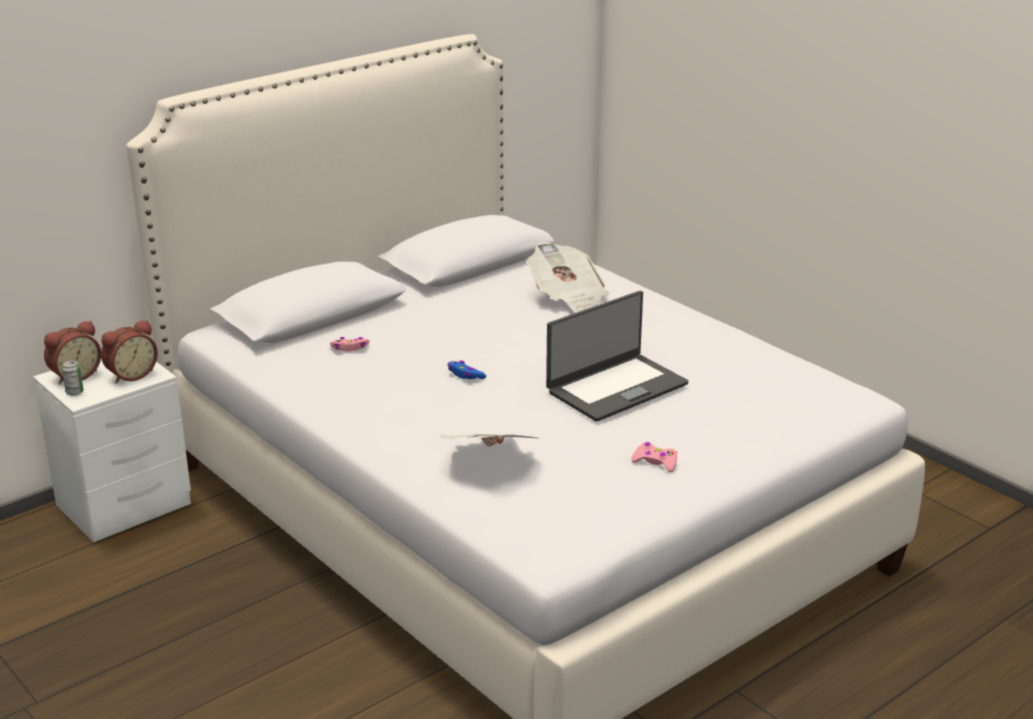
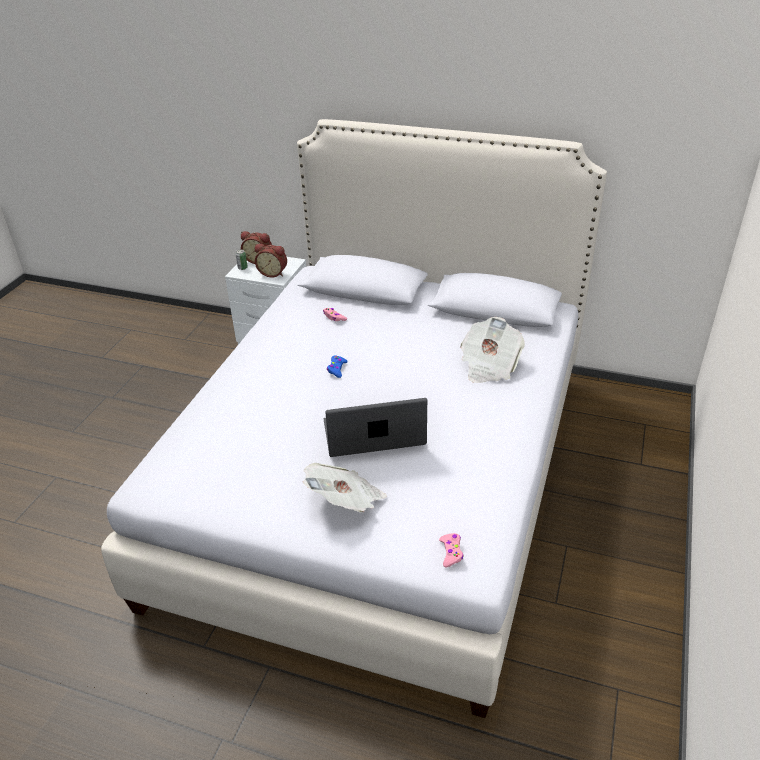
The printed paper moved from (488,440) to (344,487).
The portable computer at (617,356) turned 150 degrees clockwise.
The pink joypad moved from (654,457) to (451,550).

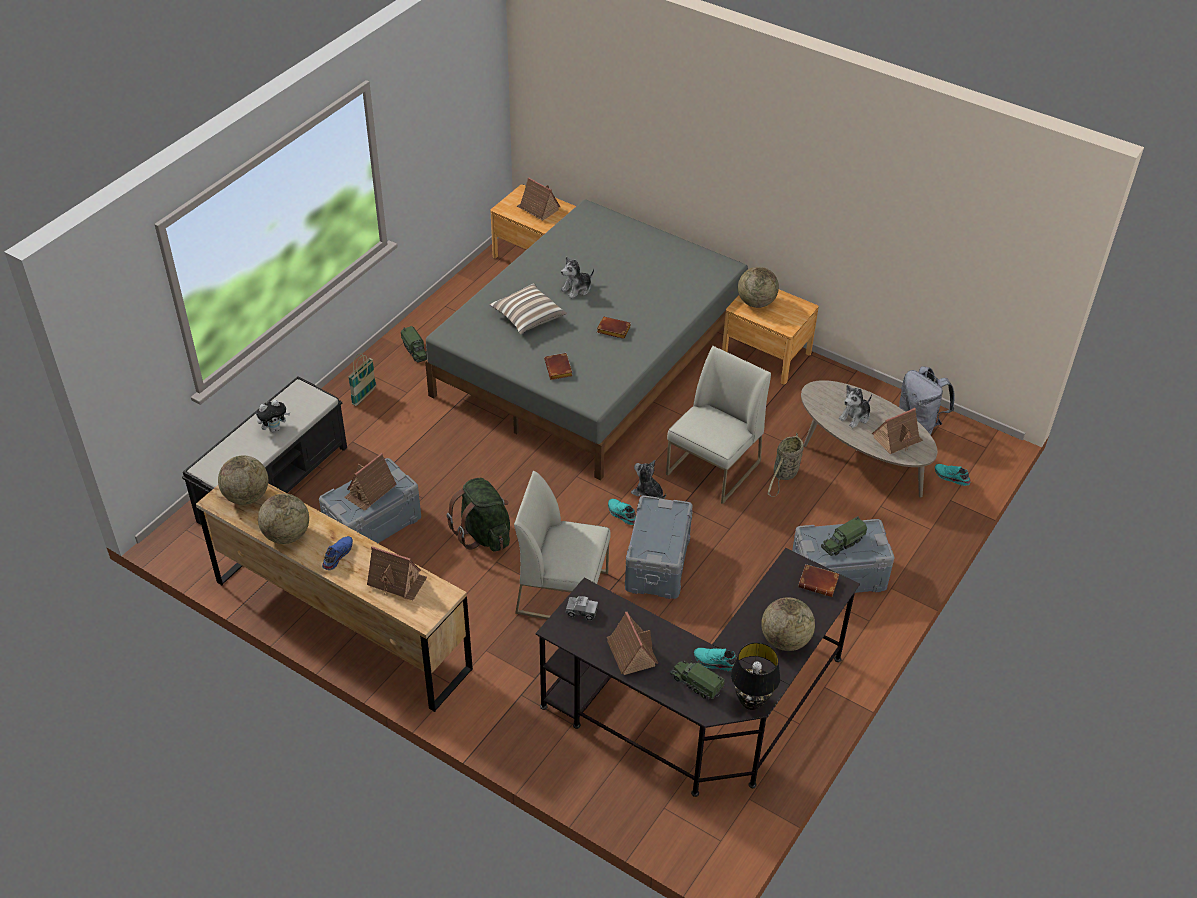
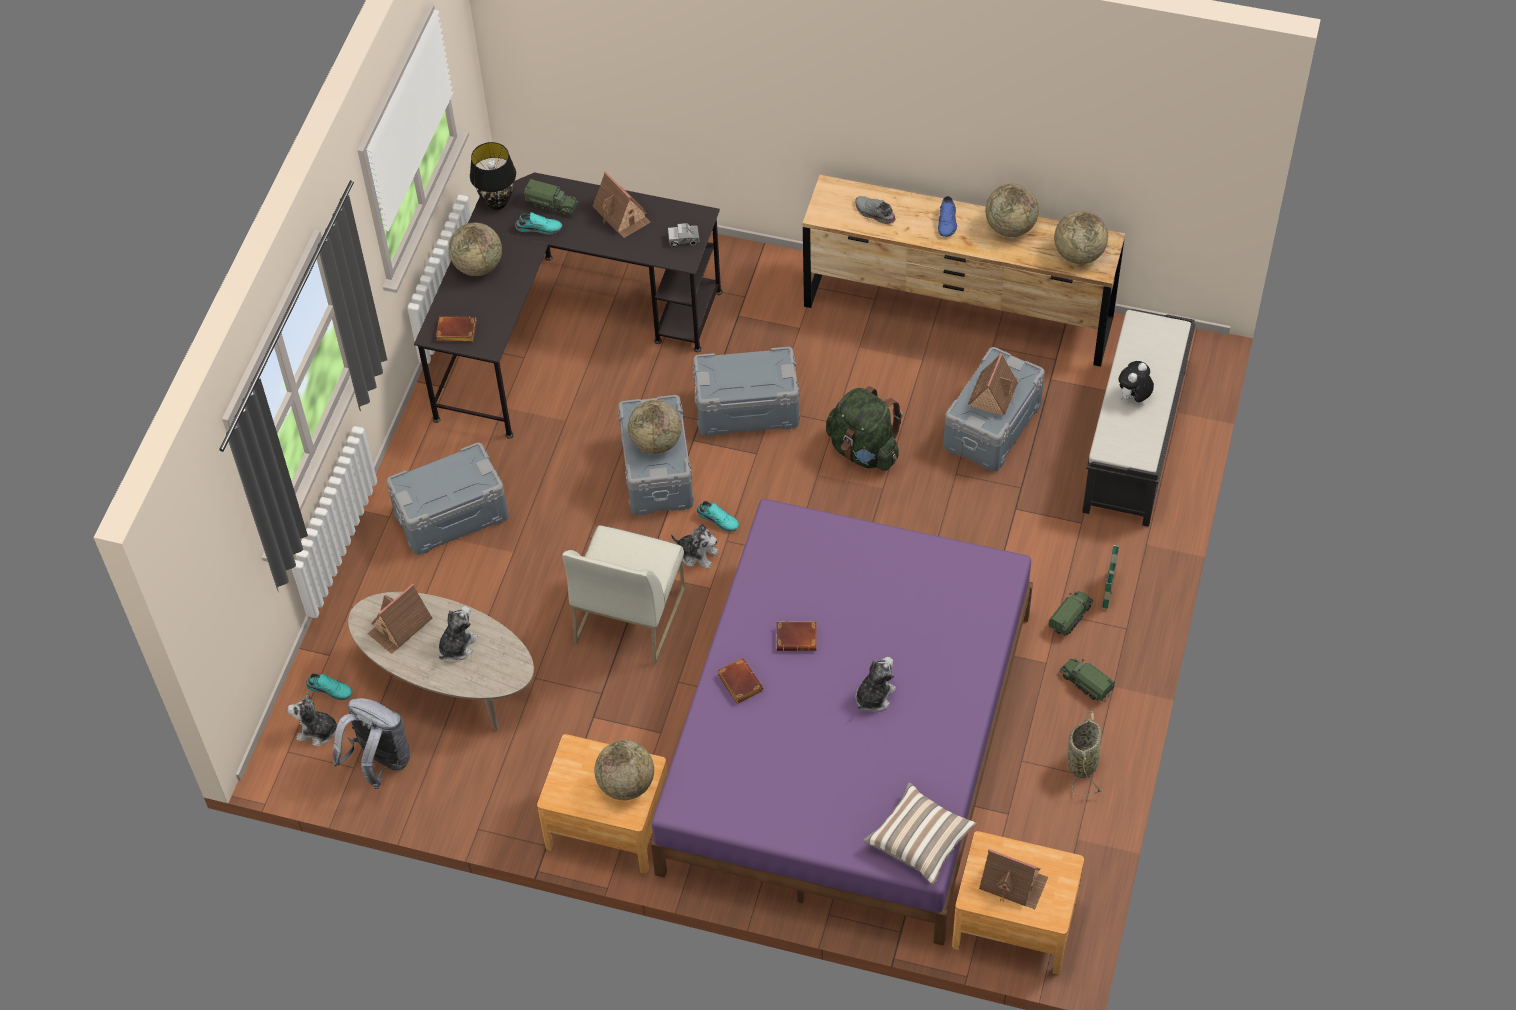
The cuddly toy at (312,718) appeared.
The desk globe at (655,427) appeared.
The gray bedroom bed at (586,340) became the purple-coloured bedroom bed at (842,722).
The whitish chair at (562,545) was replaced by the gray storage bin at (746,392).
The brownish volume moved from (558,366) to (740,681).
The model house at (397,573) was replaced by the gray low shoe at (875,210).
The cushion moved from (528,309) to (920,834).
The toy truck moved from (844,536) to (1070,613).
The household basket moved from (785,465) to (1085,753).

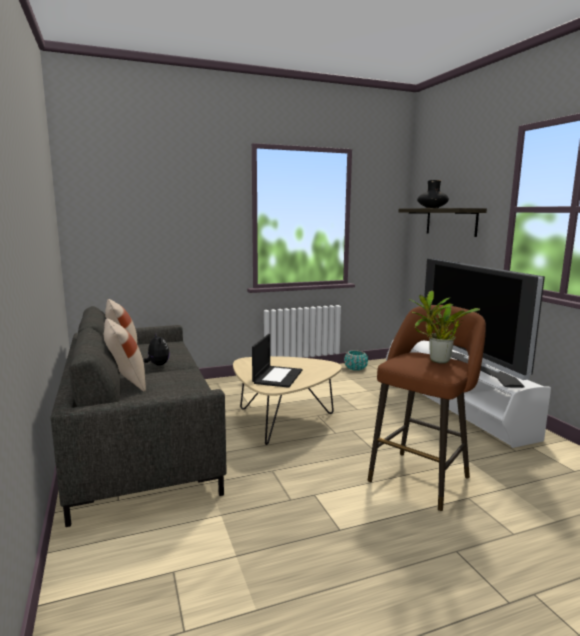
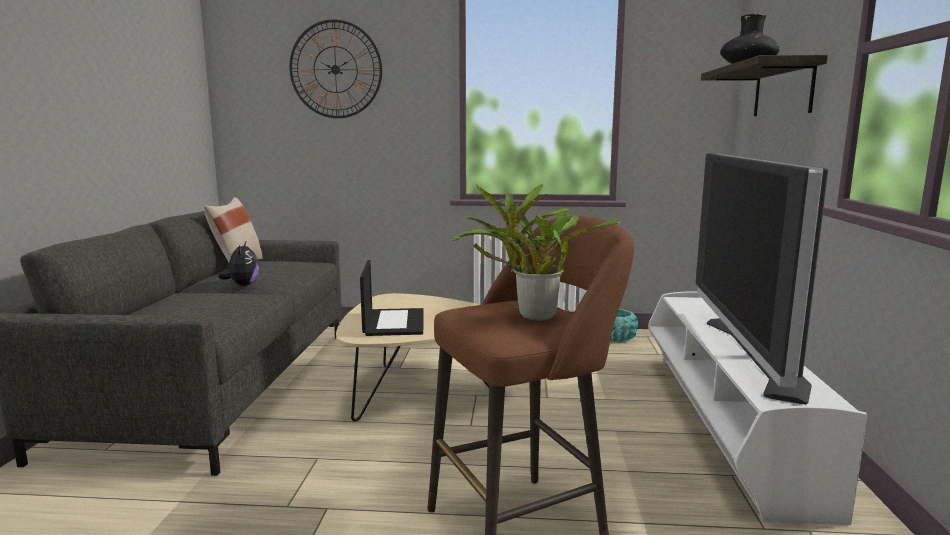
The hanging clock at (335,68) appeared.
The portable computer at (277,361) turned 45 degrees counterclockwise.
The beige cushion at (125,355) disappeared.

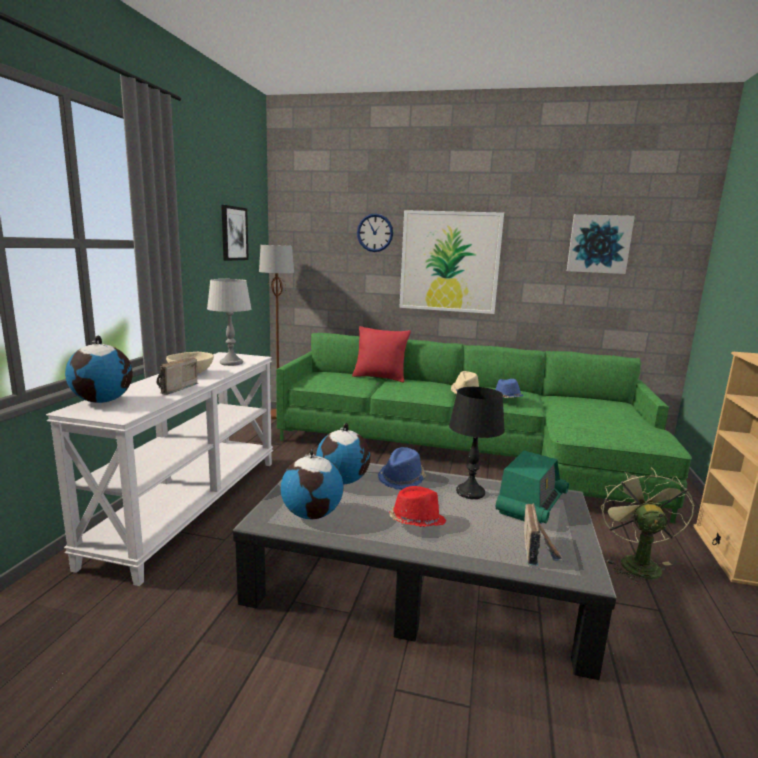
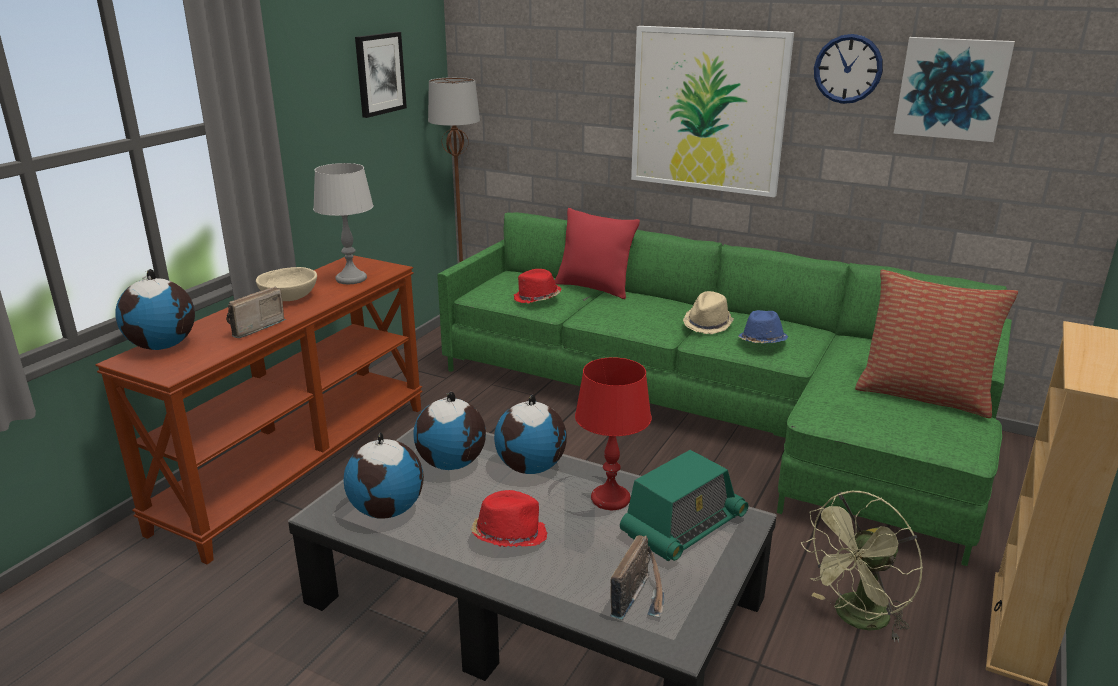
The whitish narrow table at (159,469) became the brownish narrow table at (259,410).
The blue clothing hat at (402,468) was replaced by the desk globe at (530,434).
The red-coloured clothing hat at (538,286) appeared.
The blackish tabletop lamp at (477,443) became the red-coloured tabletop lamp at (613,433).
The green-coloured fan at (648,526) turned 150 degrees counterclockwise.
The hanging clock moved from (375,232) to (848,69).
The cushion at (936,343) appeared.

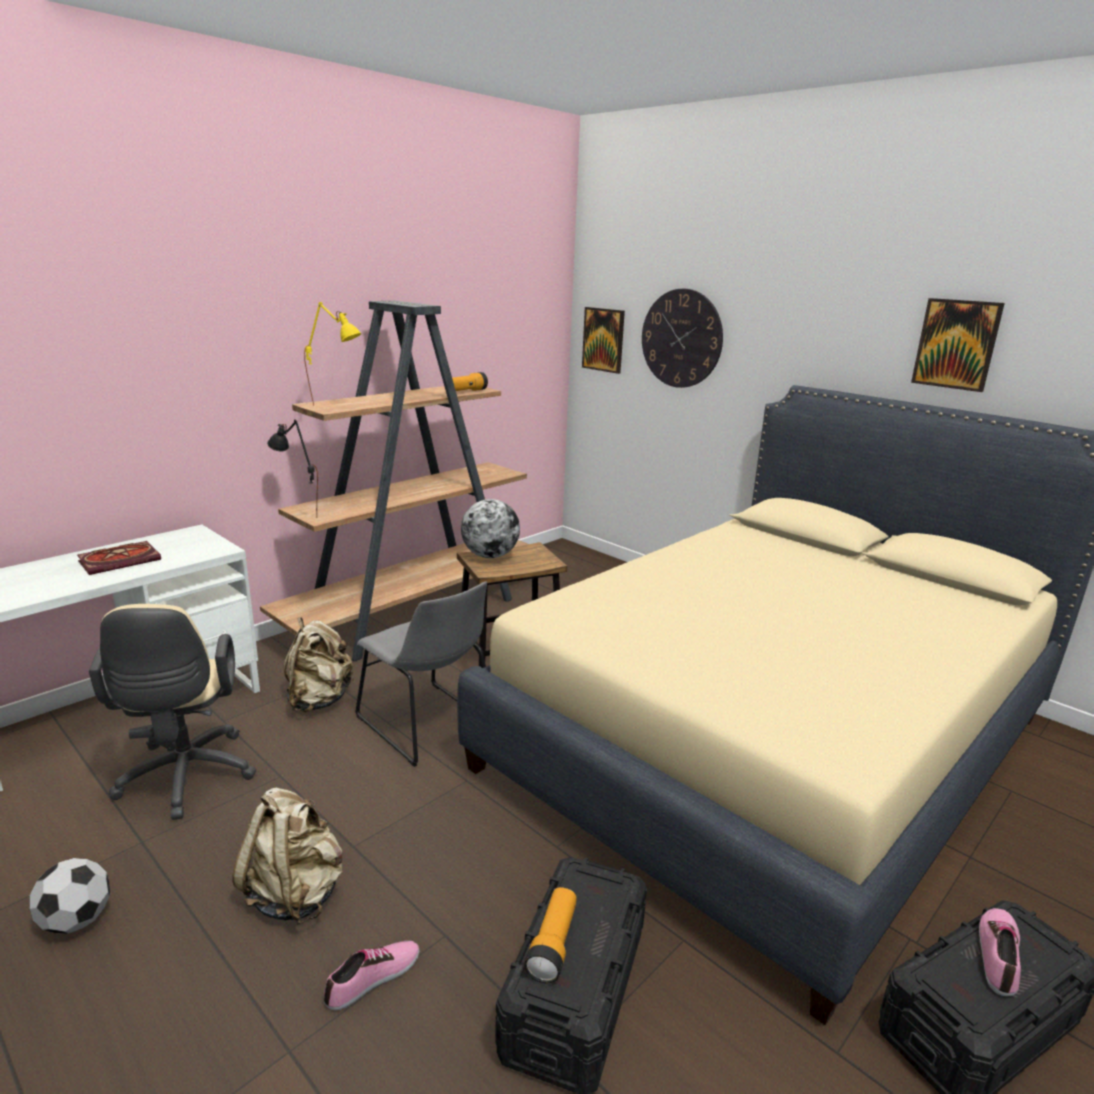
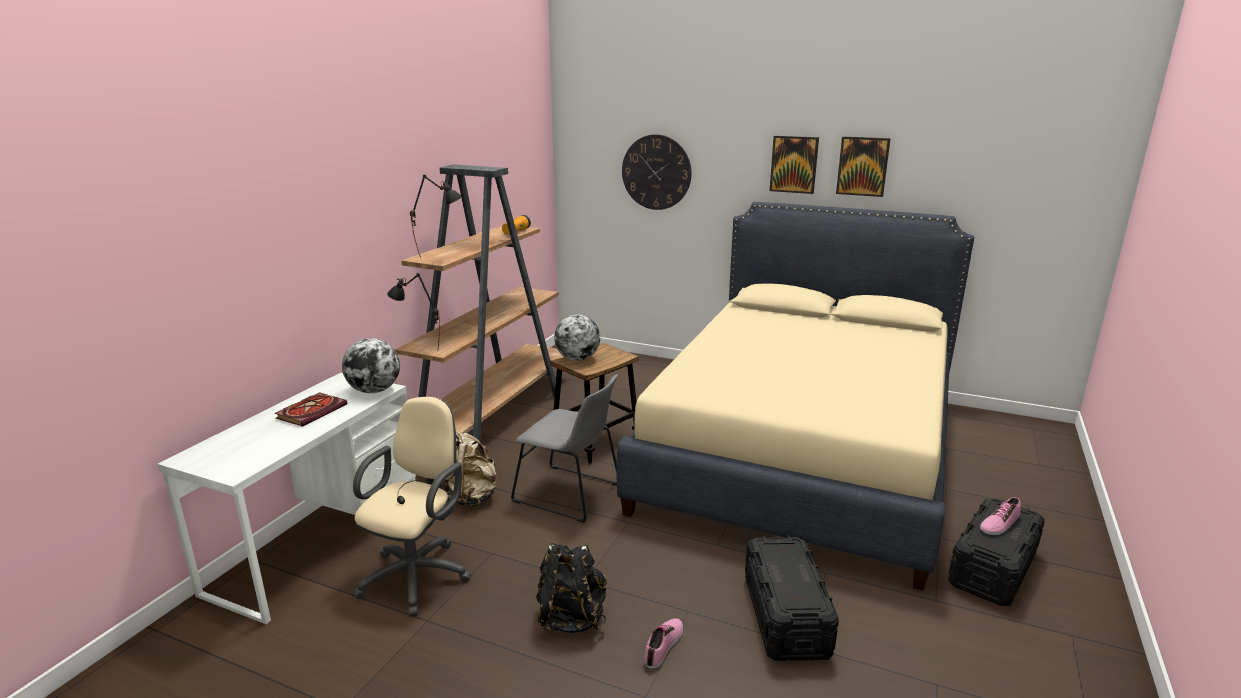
The desk globe at (371,365) appeared.
The beige computer chair at (172,712) turned 120 degrees counterclockwise.
The yellow tabletop lamp at (333,354) became the blackish tabletop lamp at (436,216).
The beige knapsack at (287,855) became the blackish knapsack at (571,588).
The wall art moved from (603,340) to (794,165).
The low shoe at (1000,952) turned 135 degrees counterclockwise.
The ball for football at (69,896) disappeared.
The torch at (550,935) disappeared.

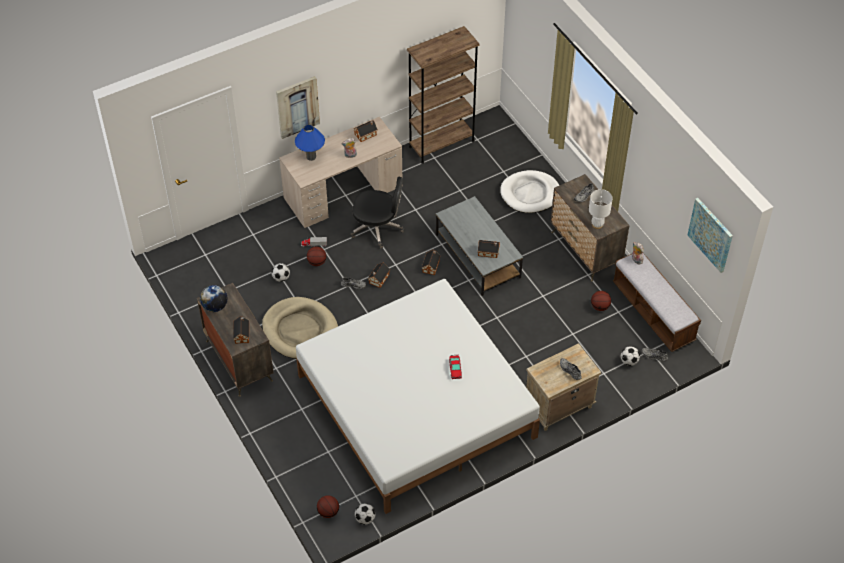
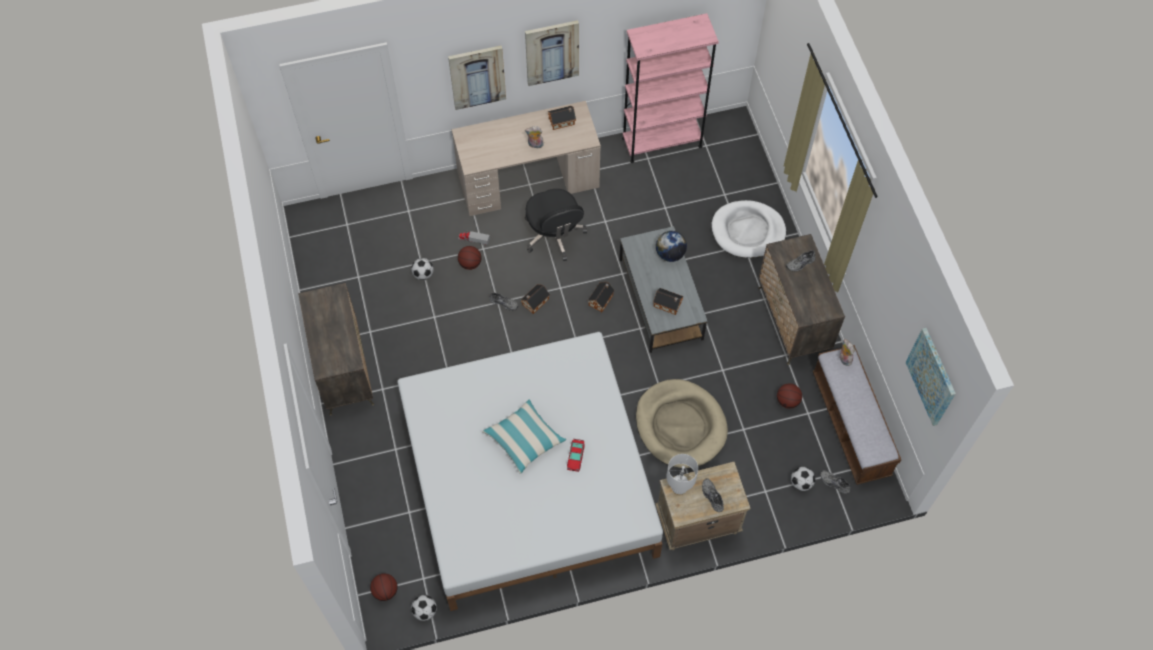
The cushion at (524,436) appeared.
The wall art at (552,53) appeared.
The blackish computer chair at (378,213) turned 45 degrees clockwise.
The brownish bookcase at (443,95) became the pink bookcase at (670,88).
The beige dog cushion moved from (300,328) to (682,423).
The desk globe moved from (214,298) to (671,246).
The whitish tabletop lamp moved from (601,209) to (682,474).
The model house at (241,330) disappeared.
The blue tabletop lamp at (310,143) disappeared.

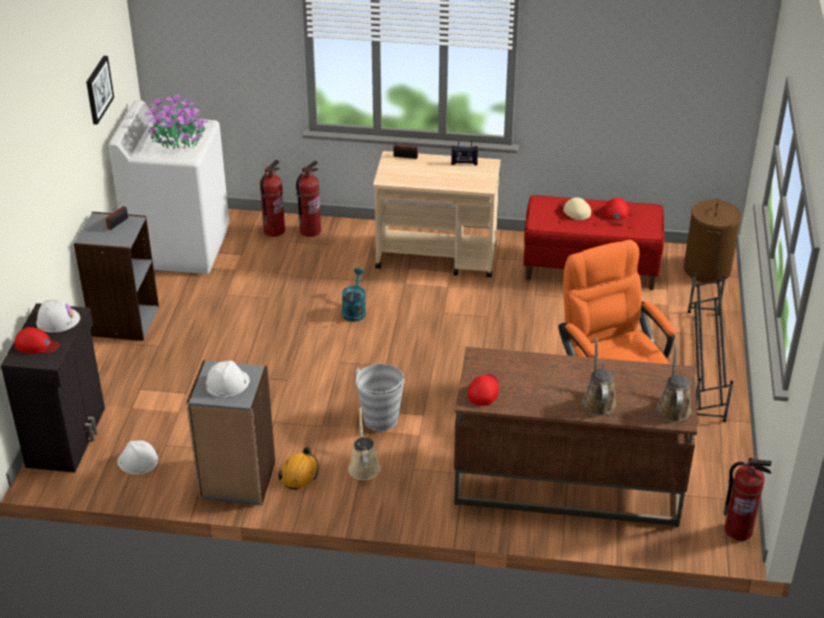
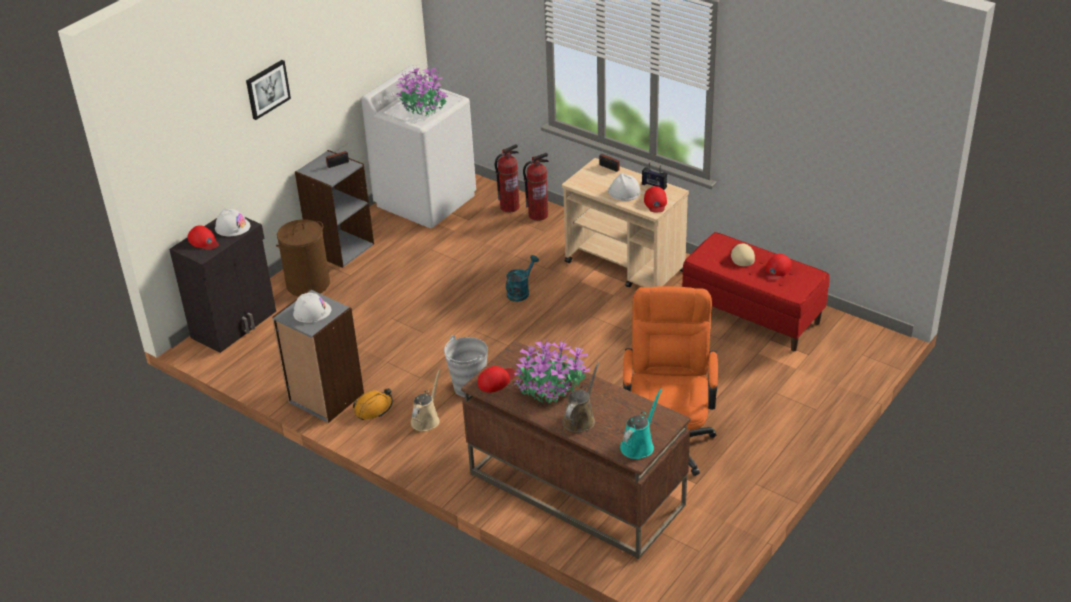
The wall art moved from (100,90) to (268,90).
The brownish laundry basket moved from (712,241) to (303,258).
The houseplant at (552,371) appeared.
The whitish safety helmet moved from (137,457) to (624,187).
The brownish sprinkling can at (674,382) became the blue-green sprinkling can at (641,424).
The red-coloured cap at (655,199) appeared.
The blackish shoe stand at (711,347) disappeared.
The extinguisher at (747,499) disappeared.

